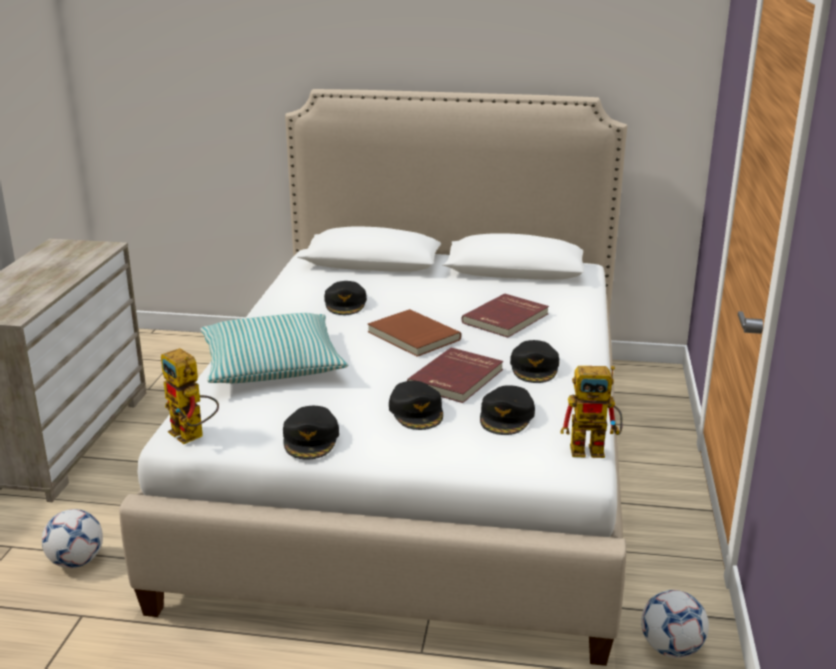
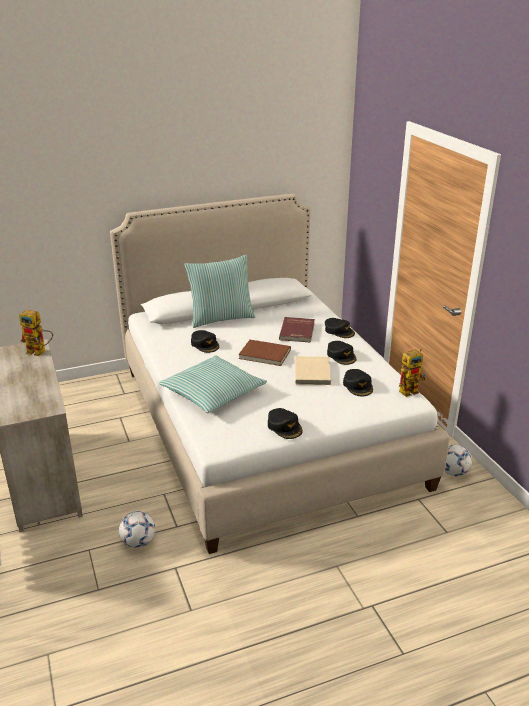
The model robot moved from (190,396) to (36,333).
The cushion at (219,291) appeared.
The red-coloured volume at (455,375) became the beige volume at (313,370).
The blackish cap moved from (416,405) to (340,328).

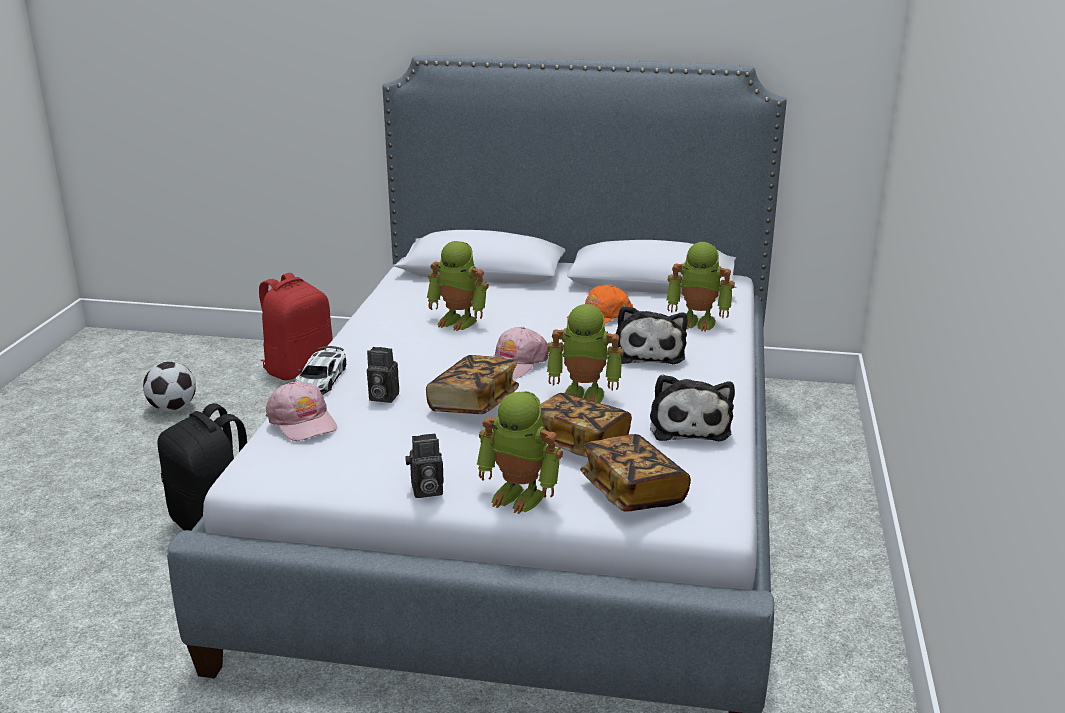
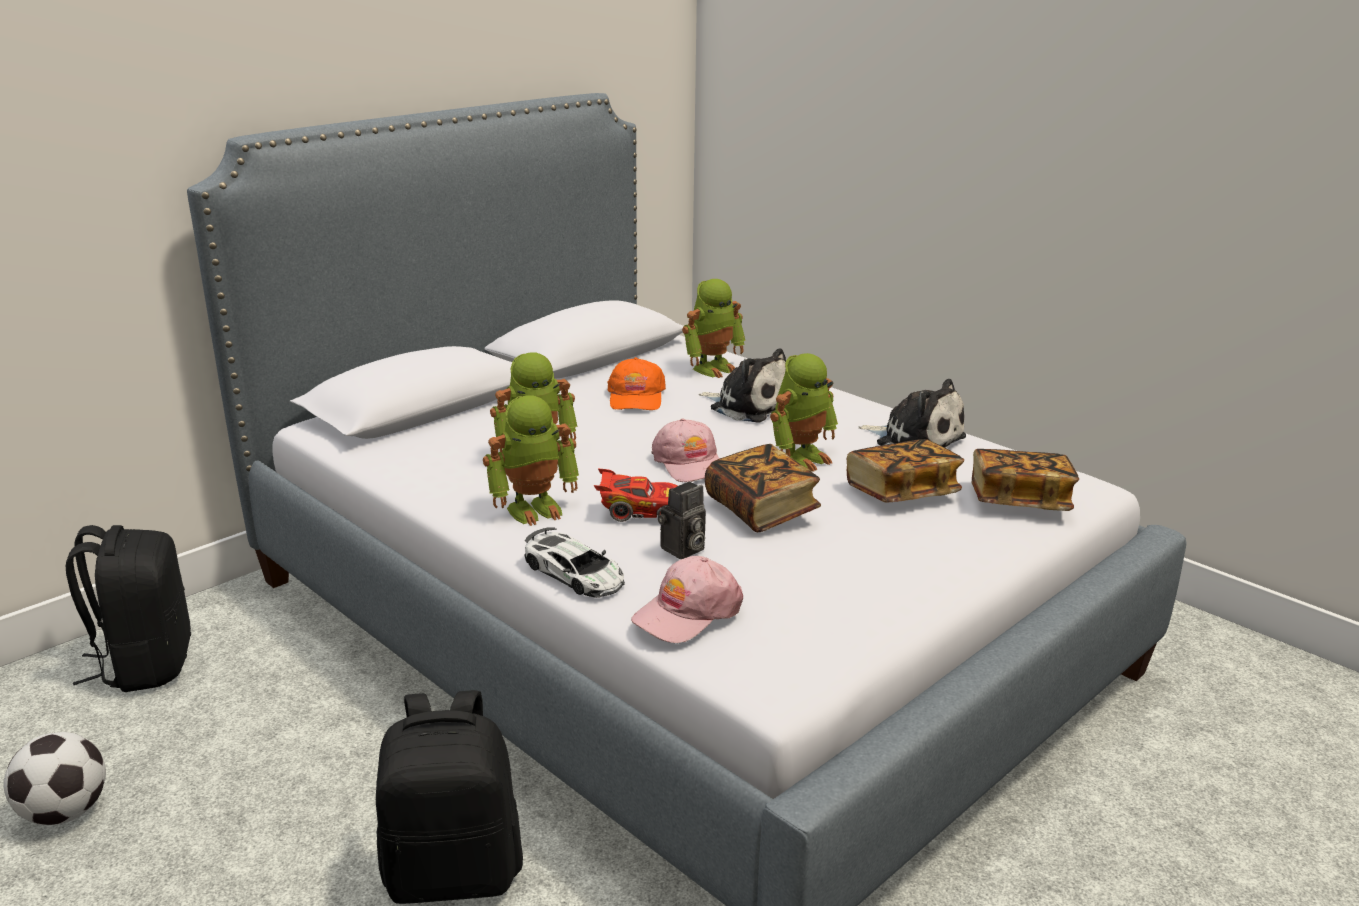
The red-coloured knapsack at (296,326) became the blackish knapsack at (128,608).
The model robot moved from (520,452) to (531,460).
The red-coloured toy car at (635,495) appeared.
The pink cap at (301,411) turned 135 degrees clockwise.
The still camera at (424,465) disappeared.

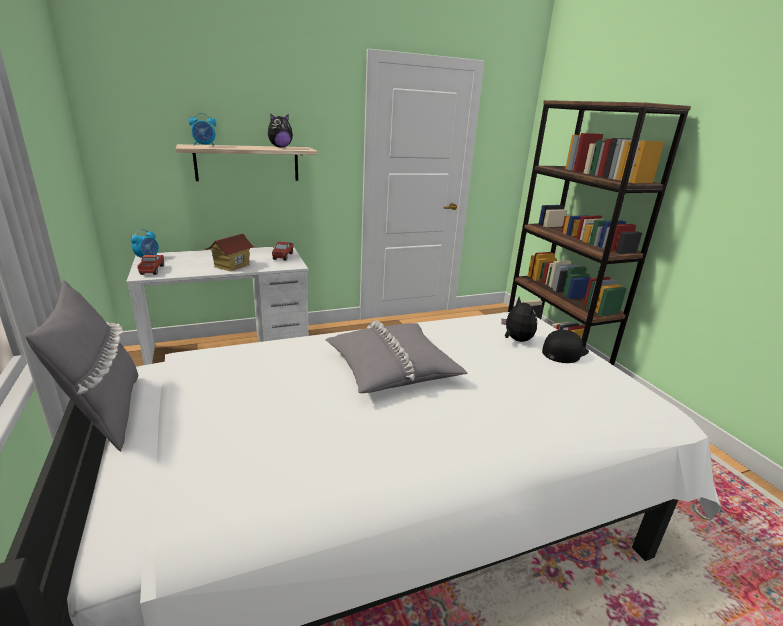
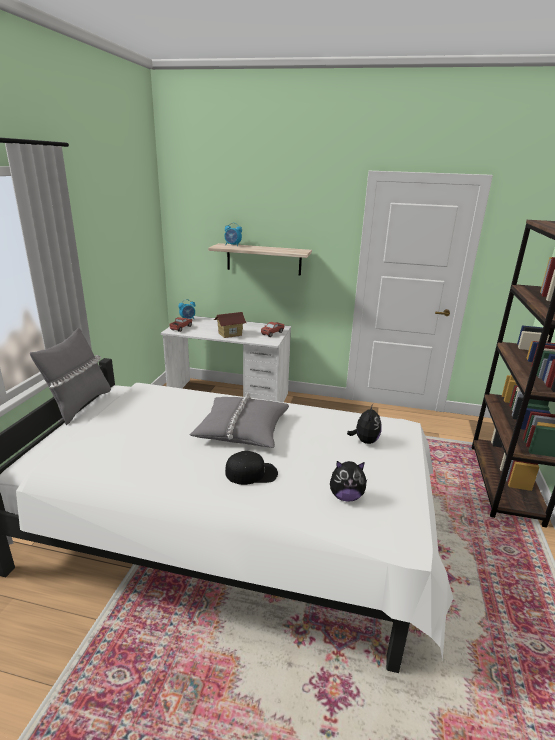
The blackish cap moved from (565,346) to (251,468).
The cuddly toy moved from (280,130) to (349,481).

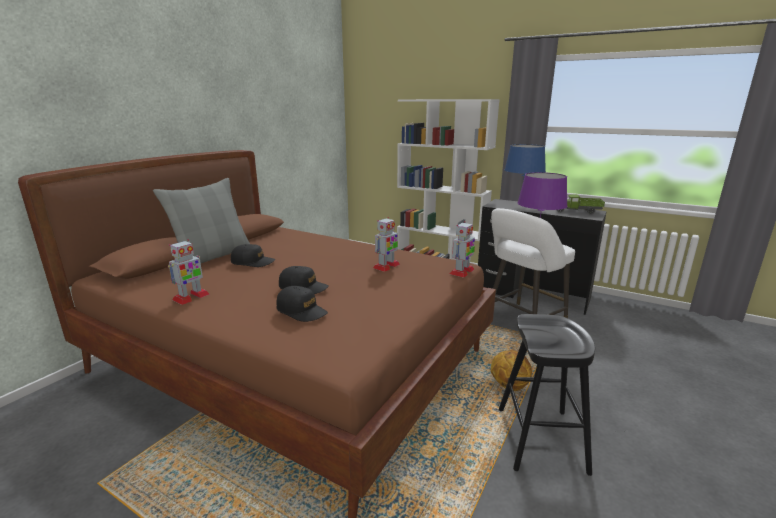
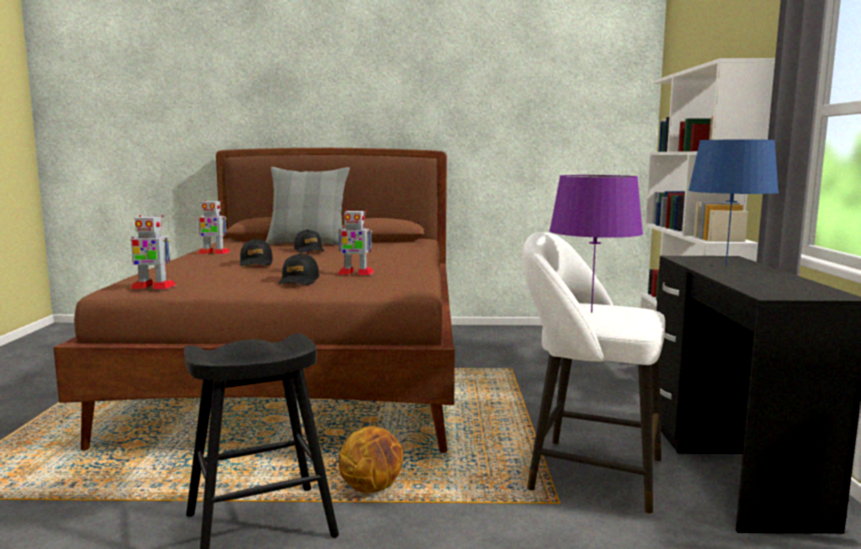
The model robot moved from (462,249) to (153,252).
The blackish cap moved from (302,304) to (298,269).
The toy truck at (581,204) disappeared.

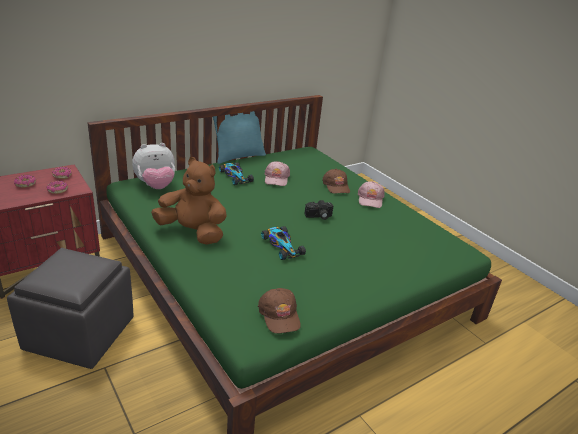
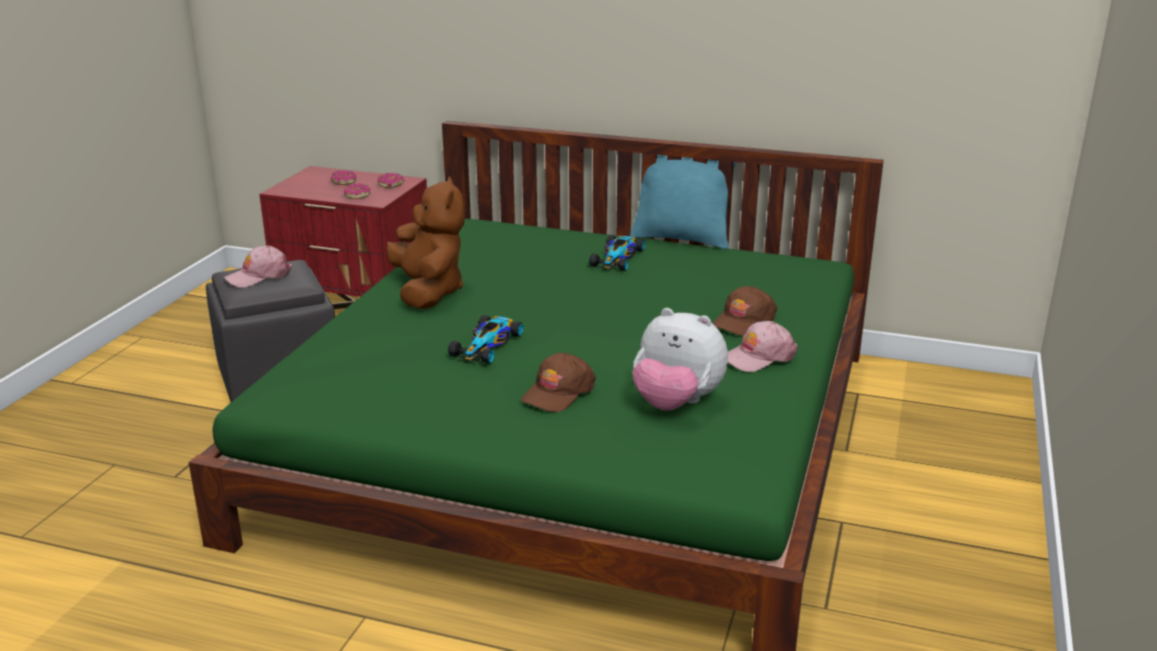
The pink cap moved from (277,173) to (258,267).
The brownish cap moved from (279,311) to (558,382).
The cuddly toy moved from (153,166) to (680,359).
The still camera at (319,210) disappeared.

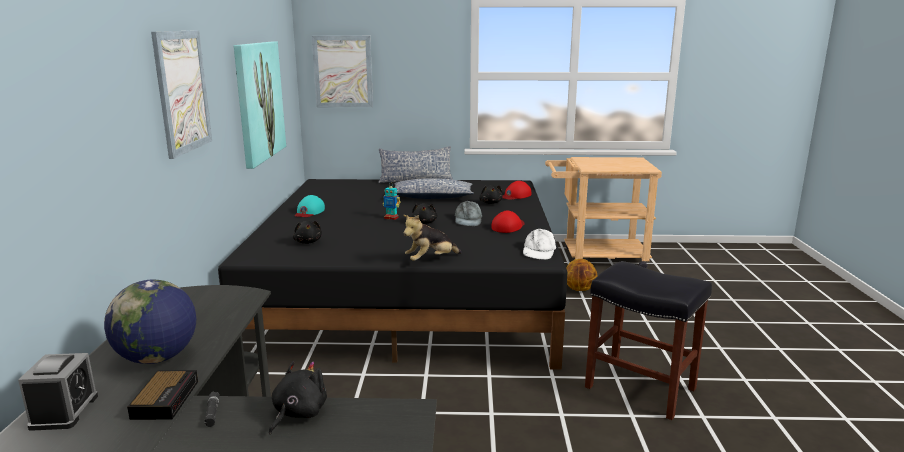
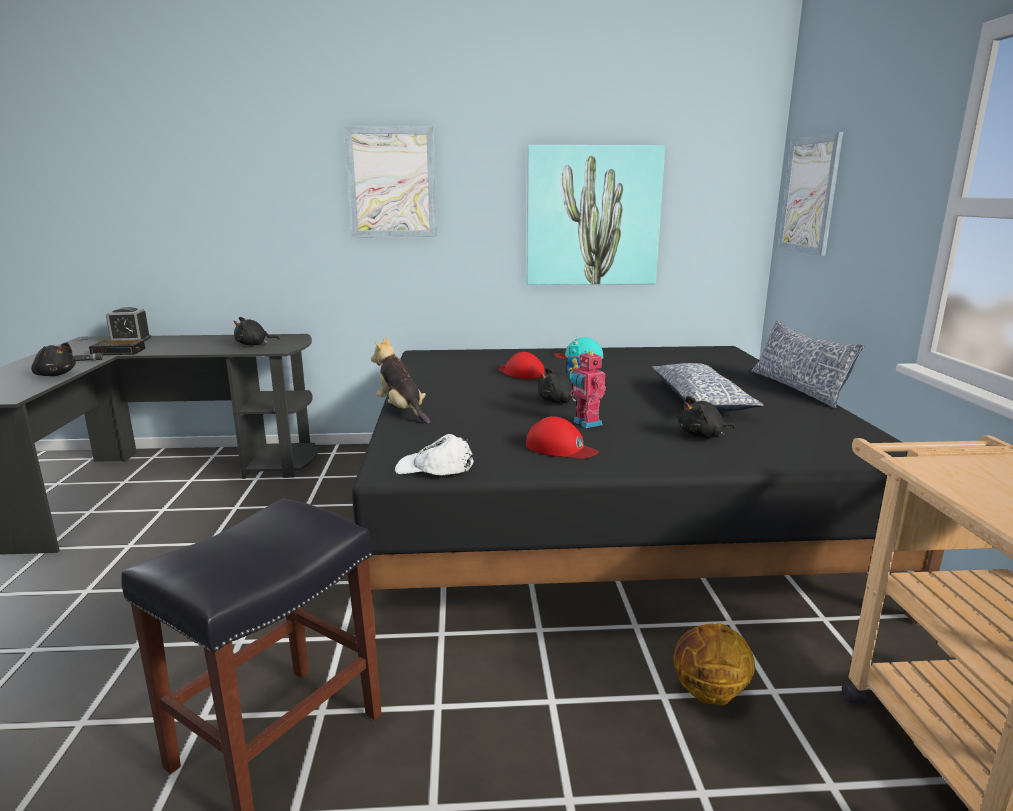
The blackish cuddly toy moved from (307,232) to (256,331).
The red-coloured cap moved from (516,190) to (521,365).
The gray cap at (468,213) was replaced by the model robot at (588,389).
The desk globe at (150,322) disappeared.

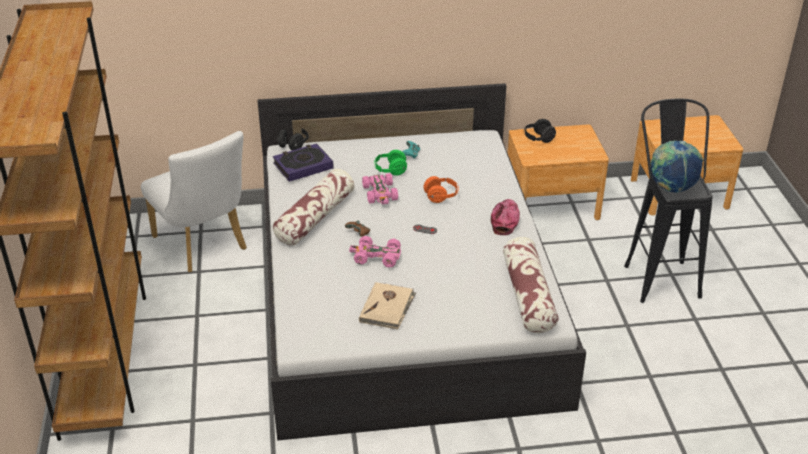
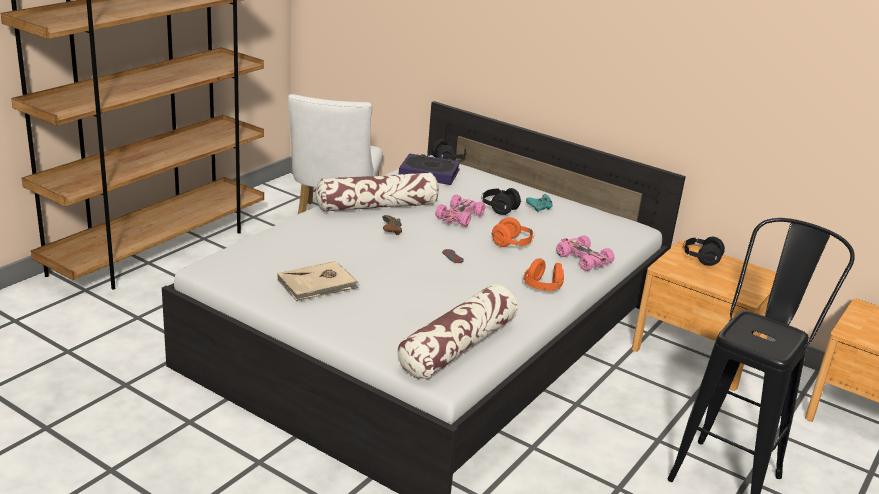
The green-coloured pair of headphones at (390,163) became the blackish pair of headphones at (501,201).
The cap at (505,217) was replaced by the orange pair of headphones at (543,274).
The pink toy car moved from (375,252) to (585,253).
The desk globe at (677,167) disappeared.

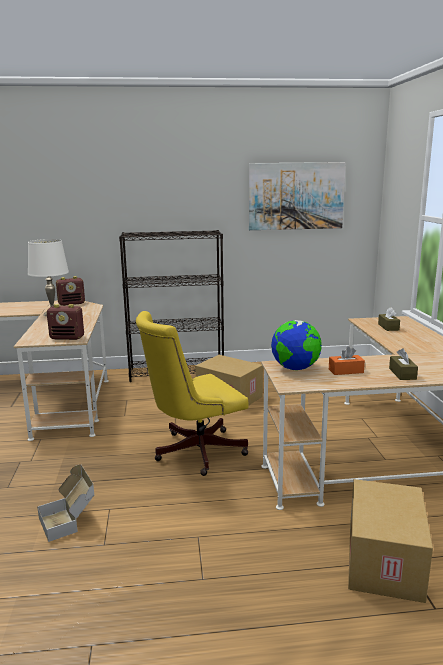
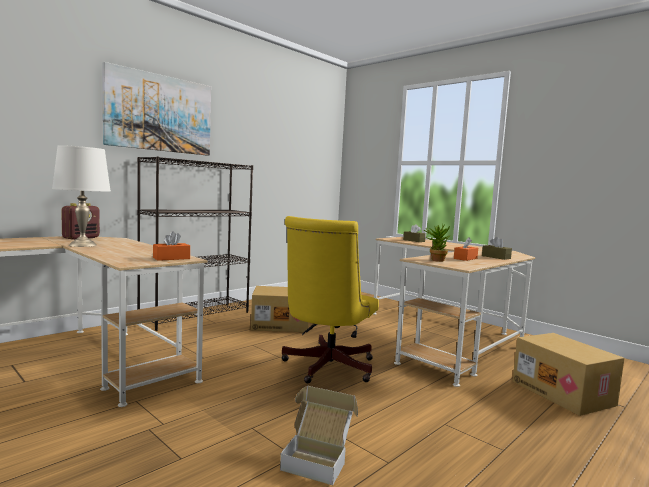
The wall art moved from (297,196) to (156,109).
The radio receiver at (65,322) was replaced by the orange tissue holder at (171,246).
The desk globe at (296,345) was replaced by the houseplant at (437,243).

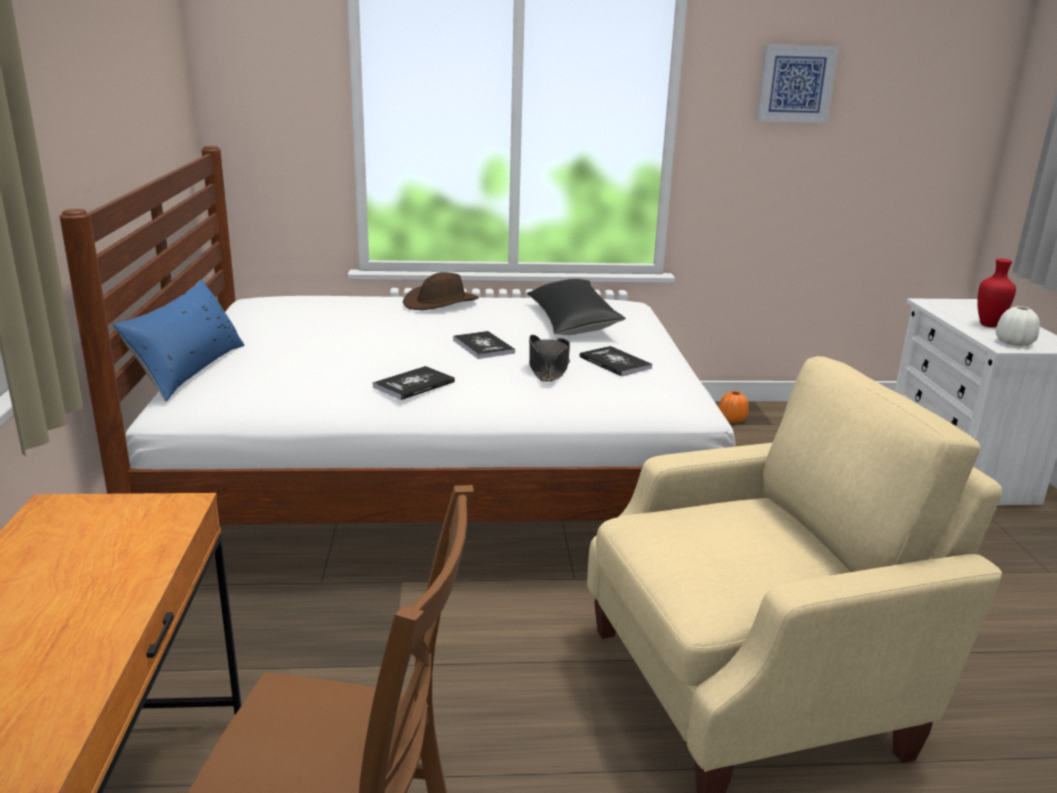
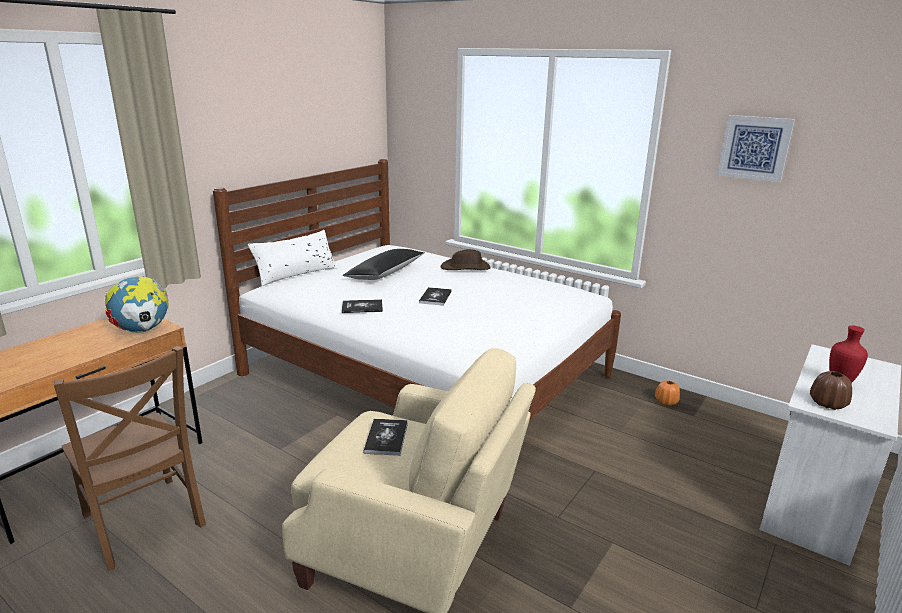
The desk globe at (136,304) appeared.
The blue cushion at (178,340) became the whitish cushion at (292,258).
The blackish cushion moved from (576,307) to (383,264).
The volume moved from (616,361) to (385,437).
The whitish flower vase at (1017,326) became the brownish flower vase at (831,390).
The blackish clothing hat at (549,358) disappeared.

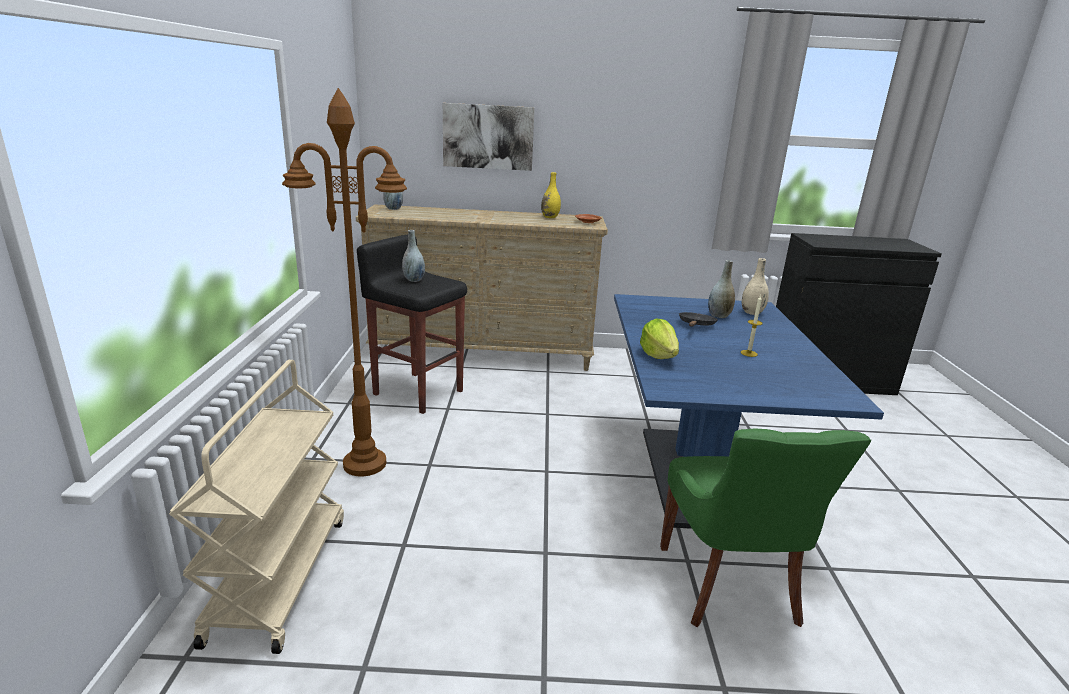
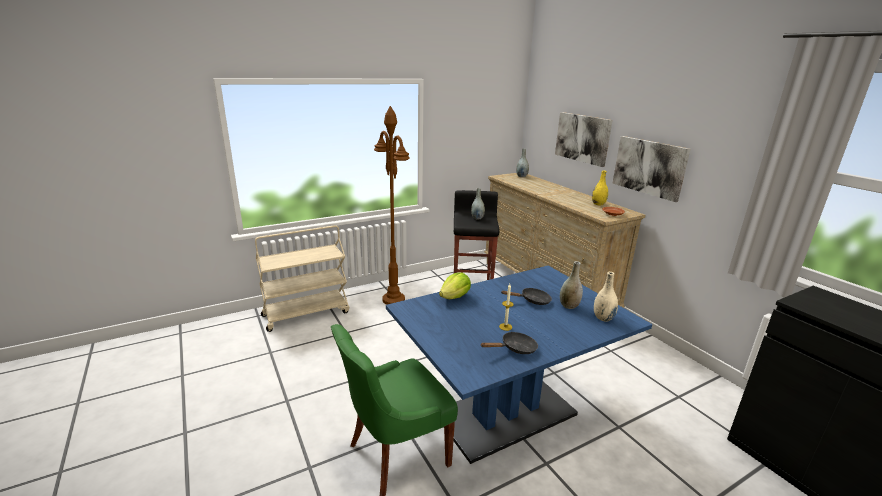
The blackish skillet at (509,343) appeared.
The wall art at (651,169) appeared.

